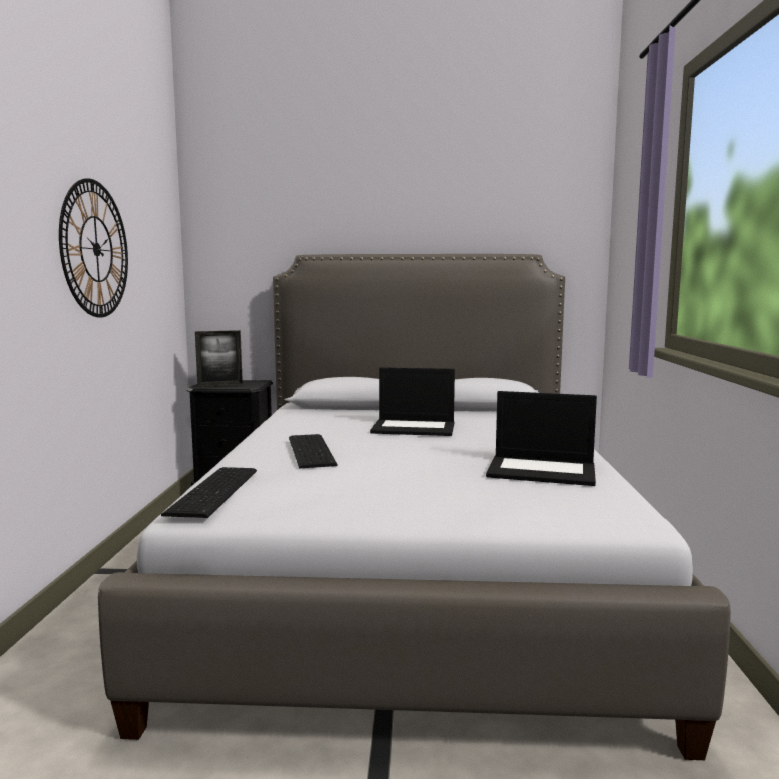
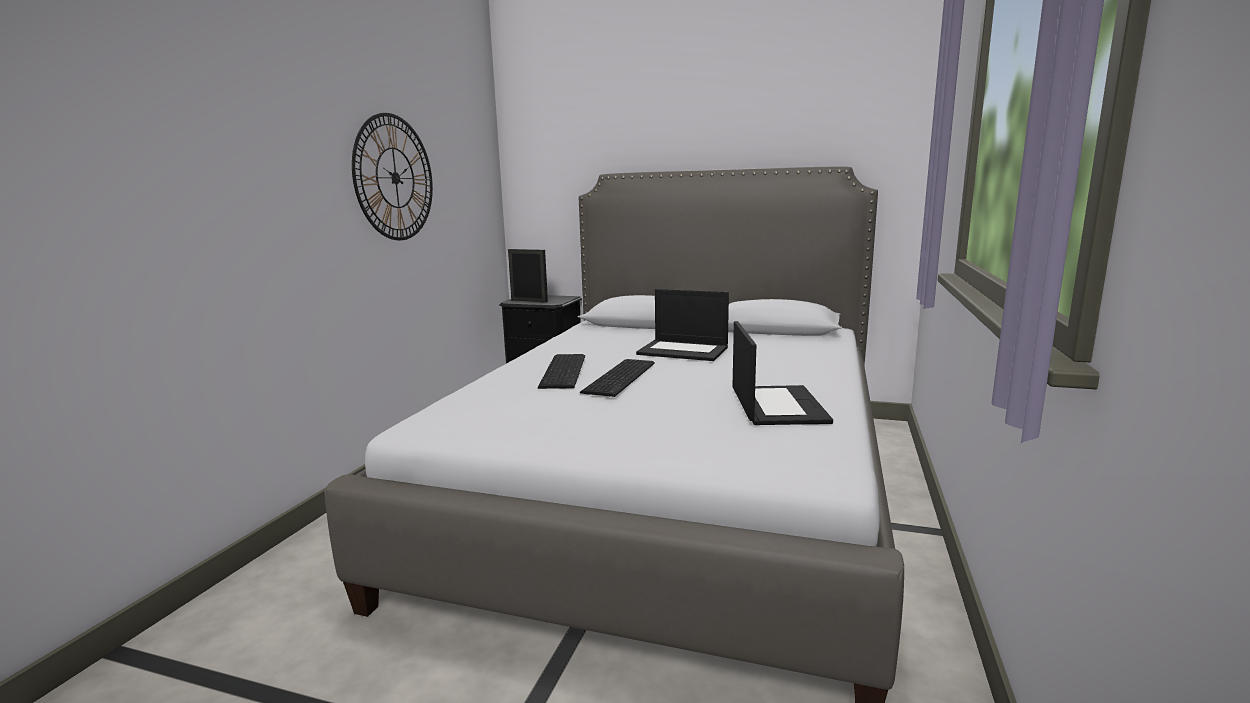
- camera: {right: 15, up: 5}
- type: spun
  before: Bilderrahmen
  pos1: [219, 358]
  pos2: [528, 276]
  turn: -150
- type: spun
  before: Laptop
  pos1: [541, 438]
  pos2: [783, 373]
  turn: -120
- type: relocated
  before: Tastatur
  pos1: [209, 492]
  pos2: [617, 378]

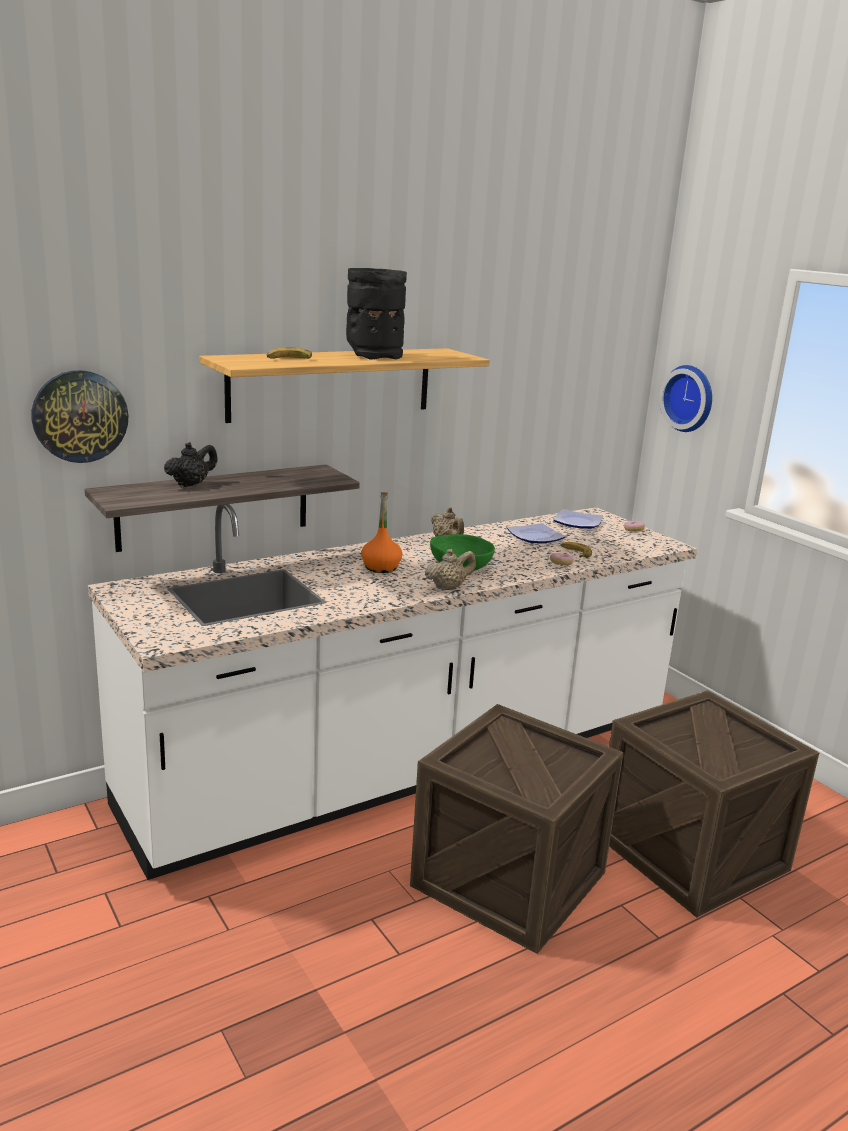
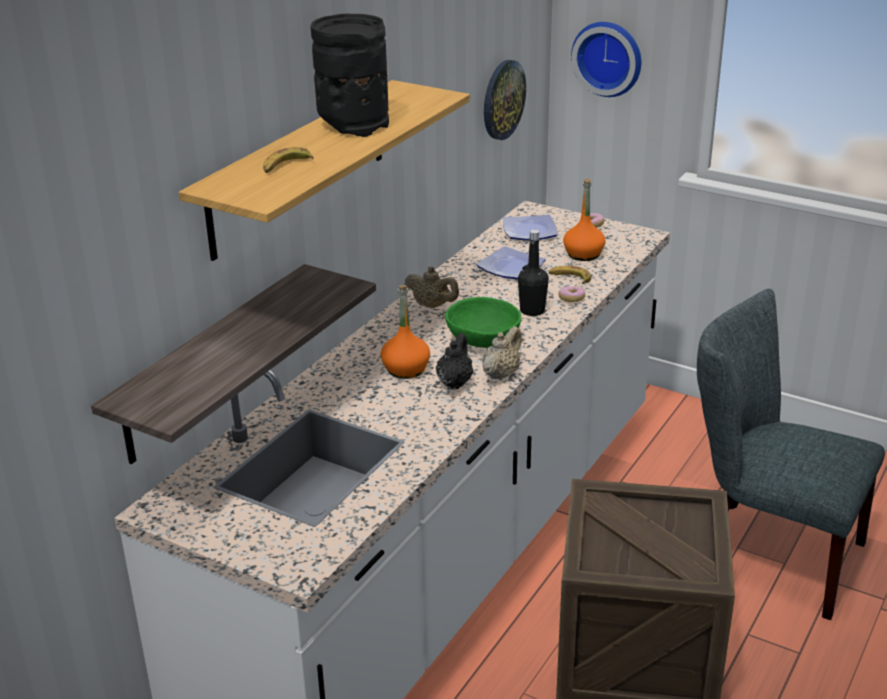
- camera: {right: -25, up: 10}
- type: relocated
  before: Wanduhr
  pos1: [79, 416]
  pos2: [505, 100]
- type: relocated
  before: Teekanne (schwarz)
  pos1: [191, 464]
  pos2: [454, 361]
- type: exchanged
  before: Kiste
  after: Stuhl (grau)
  pos1: [714, 804]
  pos2: [791, 454]
- type: appeared
  after: Flasche (orange)
  pos2: [584, 219]
- type: appeared
  after: Flasche (schwarz)
  pos2: [533, 272]

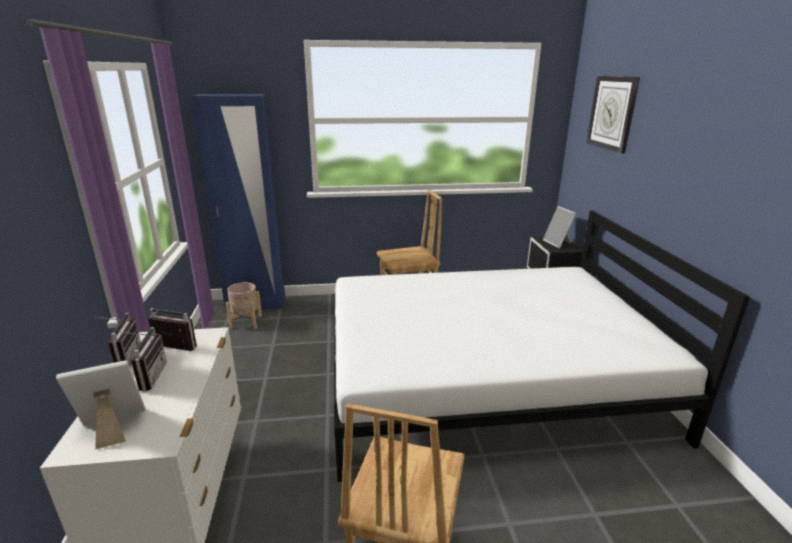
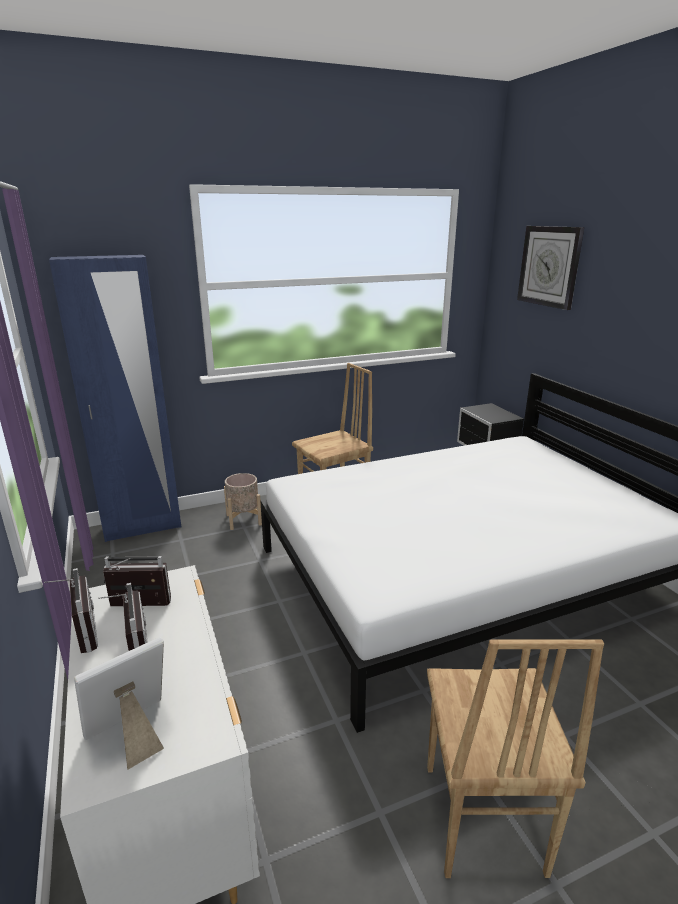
- camera: {right: -15, up: 0}
- type: missing
  before: Bilderrahmen
  pos1: [559, 227]
- type: relocated
  before: Pflanzkübel (beige)
  pos1: [244, 305]
  pos2: [243, 501]

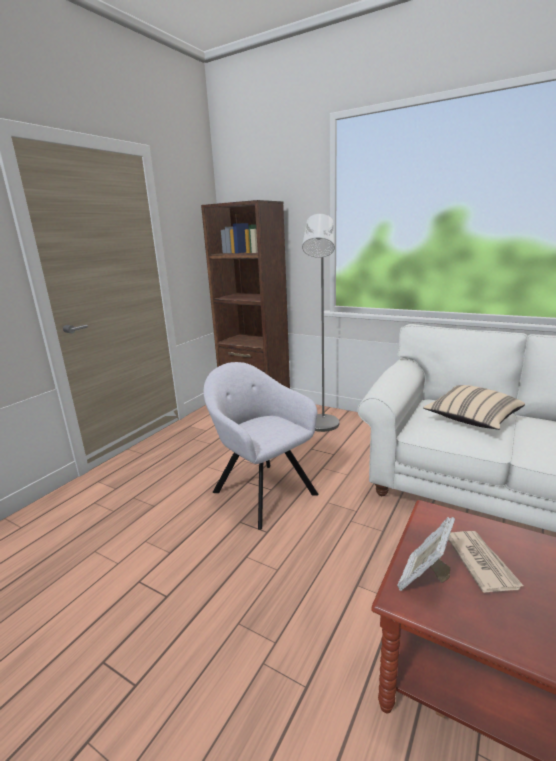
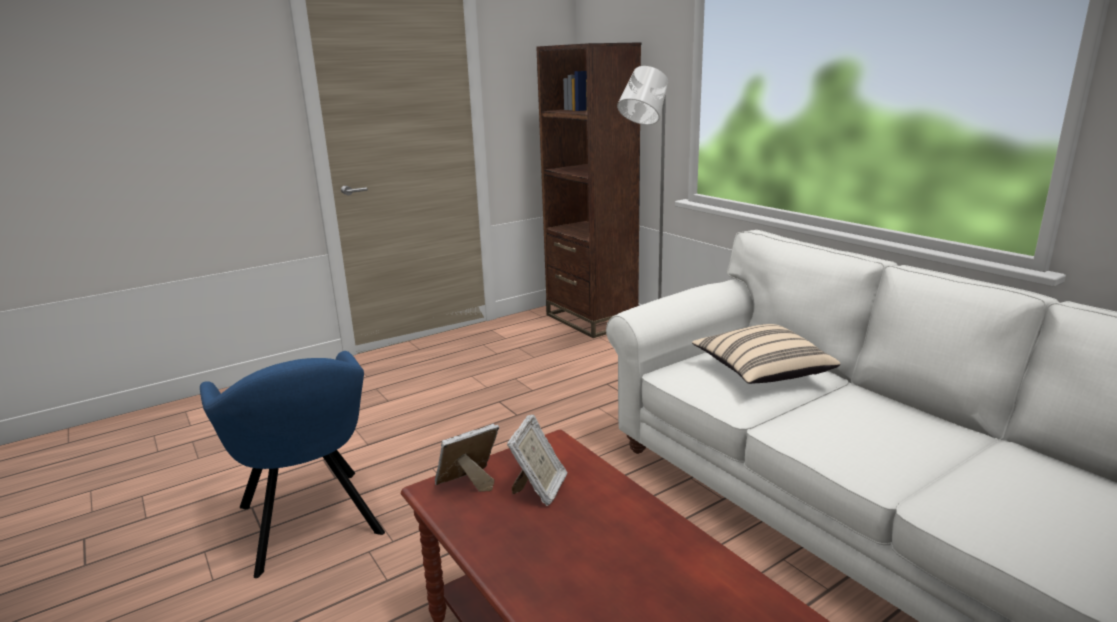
- camera: {right: 25, up: 0}
- type: missing
  before: Sessel (grau)
  pos1: [261, 446]
- type: exchanged
  before: Zeitung
  after: Bilderrahmen
  pos1: [485, 562]
  pos2: [537, 460]
- type: appeared
  after: Sessel (blau)
  pos2: [292, 464]

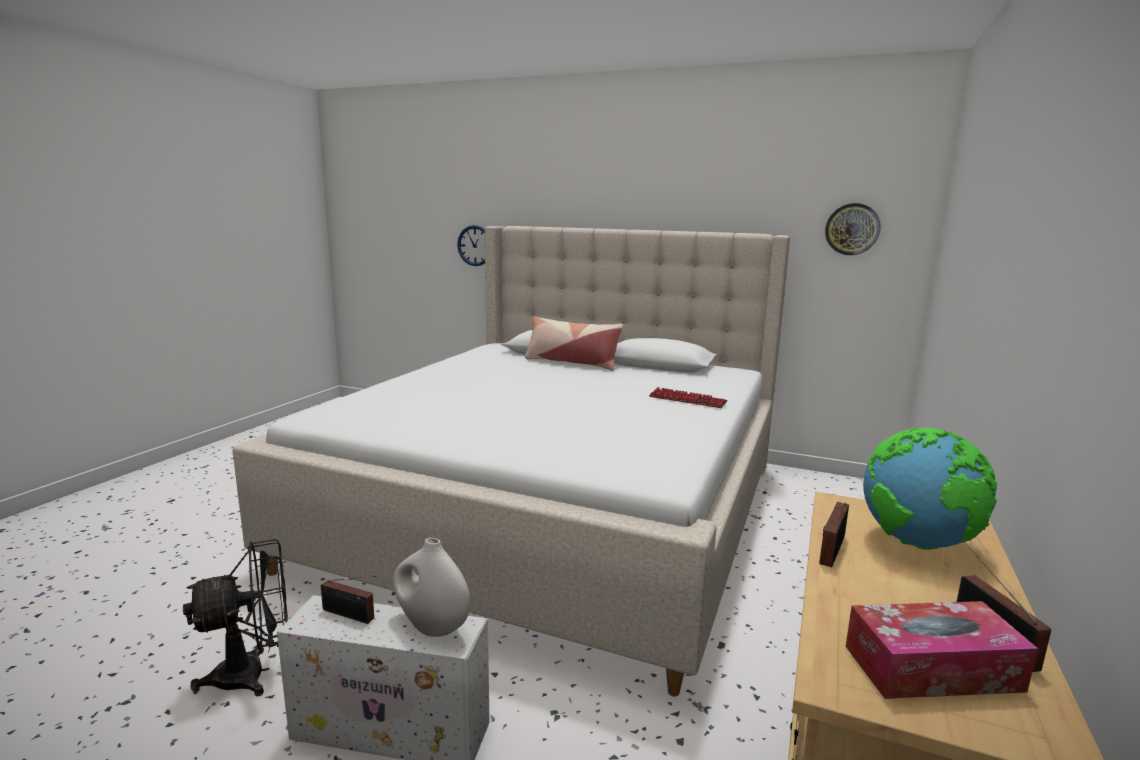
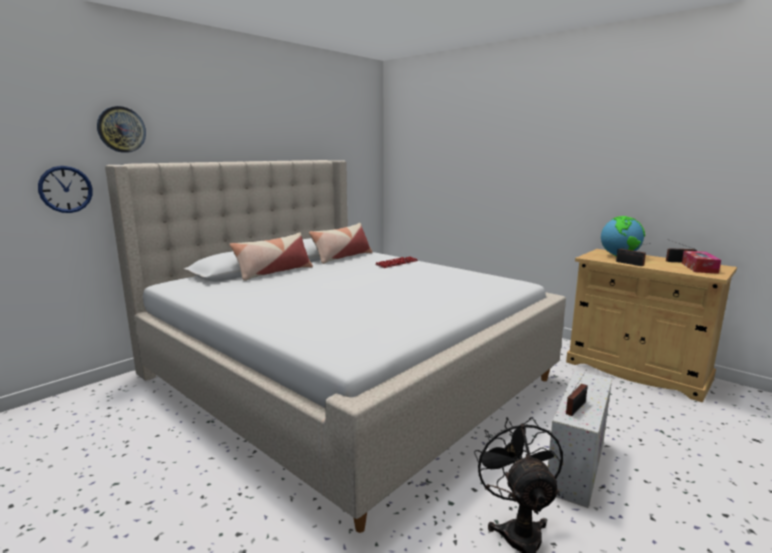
- camera: {right: -70, up: 0}
- type: relocated
  before: Wanduhr
  pos1: [853, 229]
  pos2: [121, 129]
- type: missing
  before: Vase (weiß)
  pos1: [431, 587]
- type: appeared
  after: Kissen
  pos2: [341, 243]

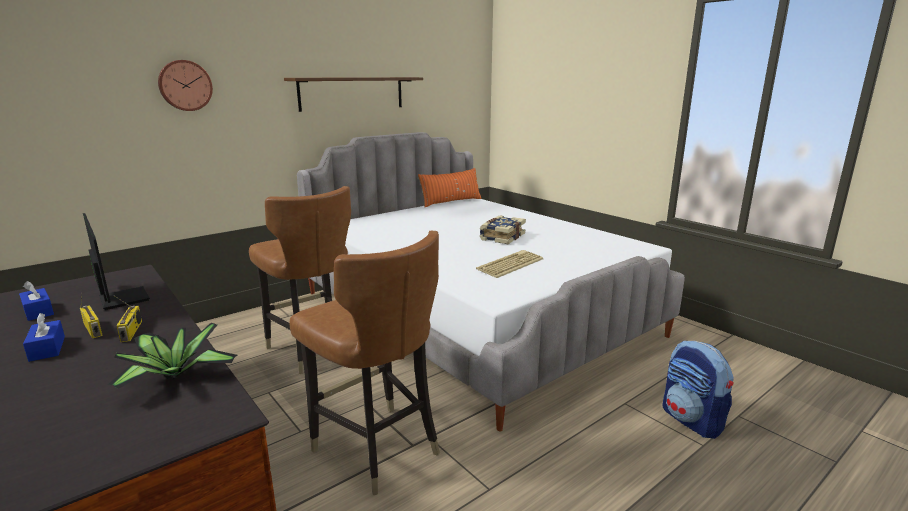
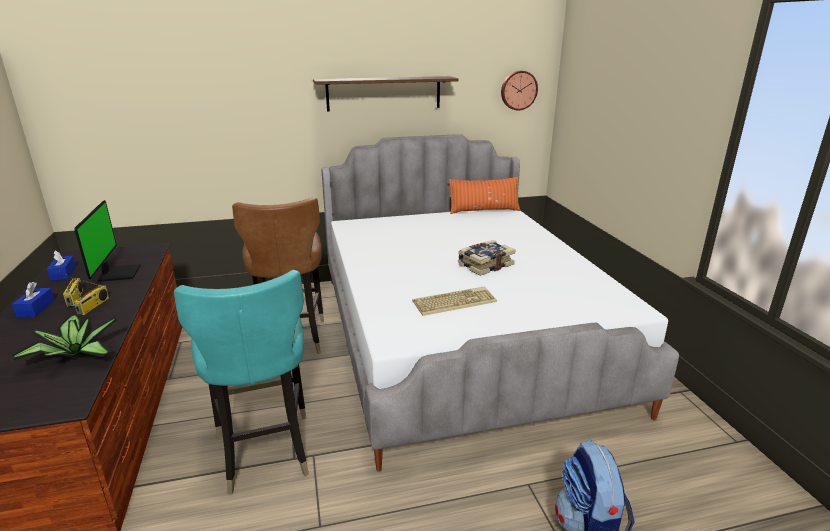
- camera: {right: 25, up: 5}
- type: relocated
  before: Wanduhr
  pos1: [185, 85]
  pos2: [519, 91]
- type: colour
  before: Stuhl (braun)
  after: Stuhl (türkis)
  pos1: [365, 362]
  pos2: [241, 382]

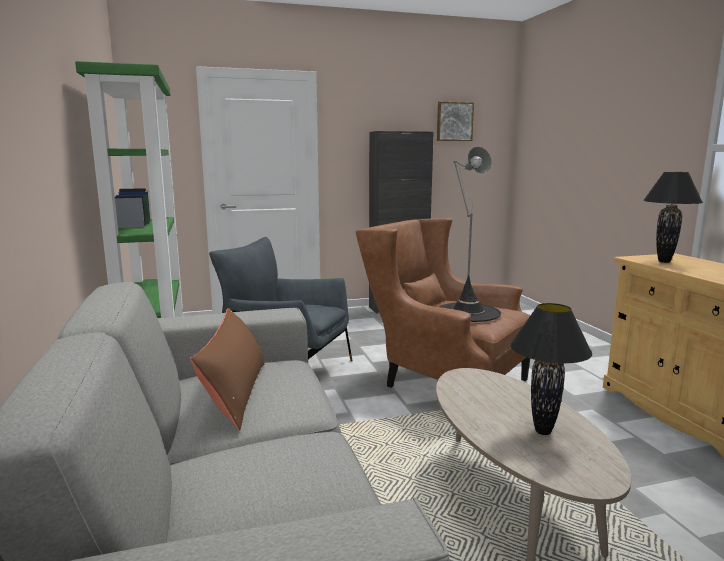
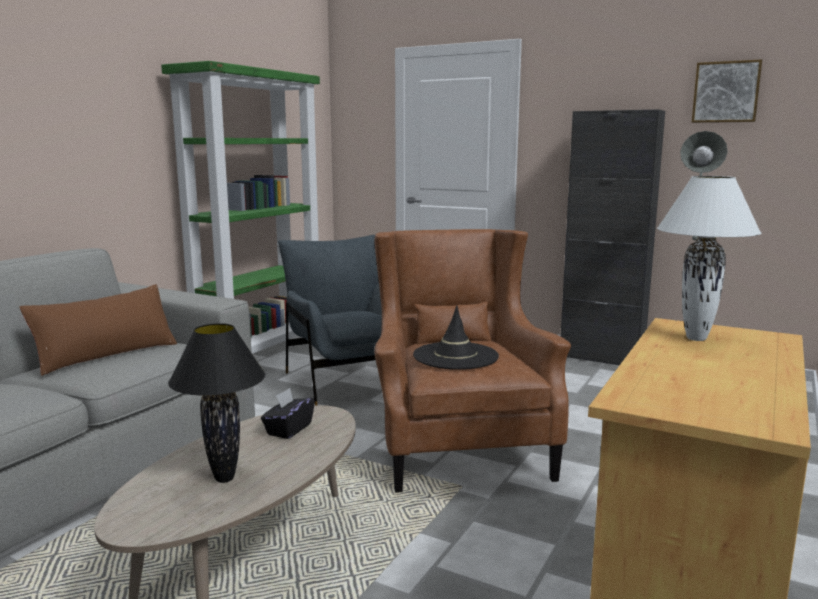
- camera: {right: 45, up: 0}
- type: colour
  before: Tischlampe (schwarz)
  after: Tischlampe (weiß)
  pos1: [673, 217]
  pos2: [709, 258]
- type: appeared
  after: Taschentuchbox (schwarz)
  pos2: [288, 413]

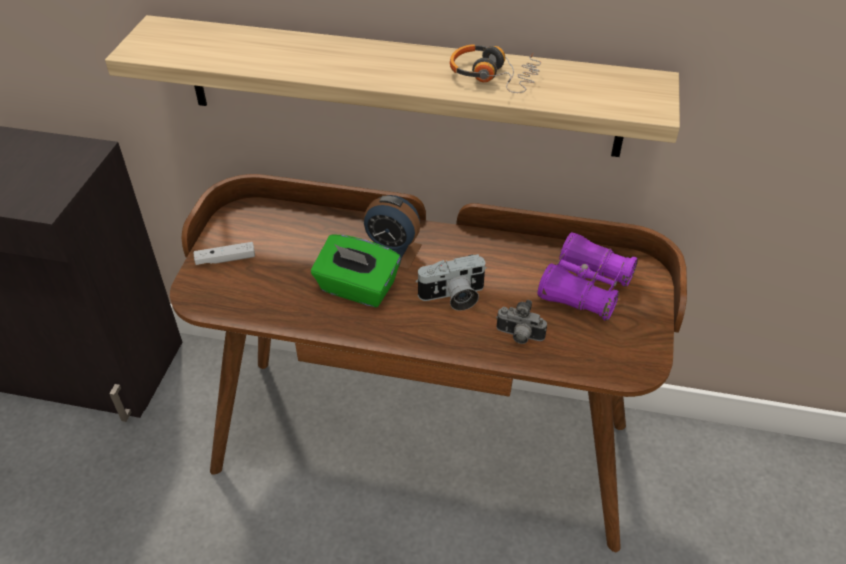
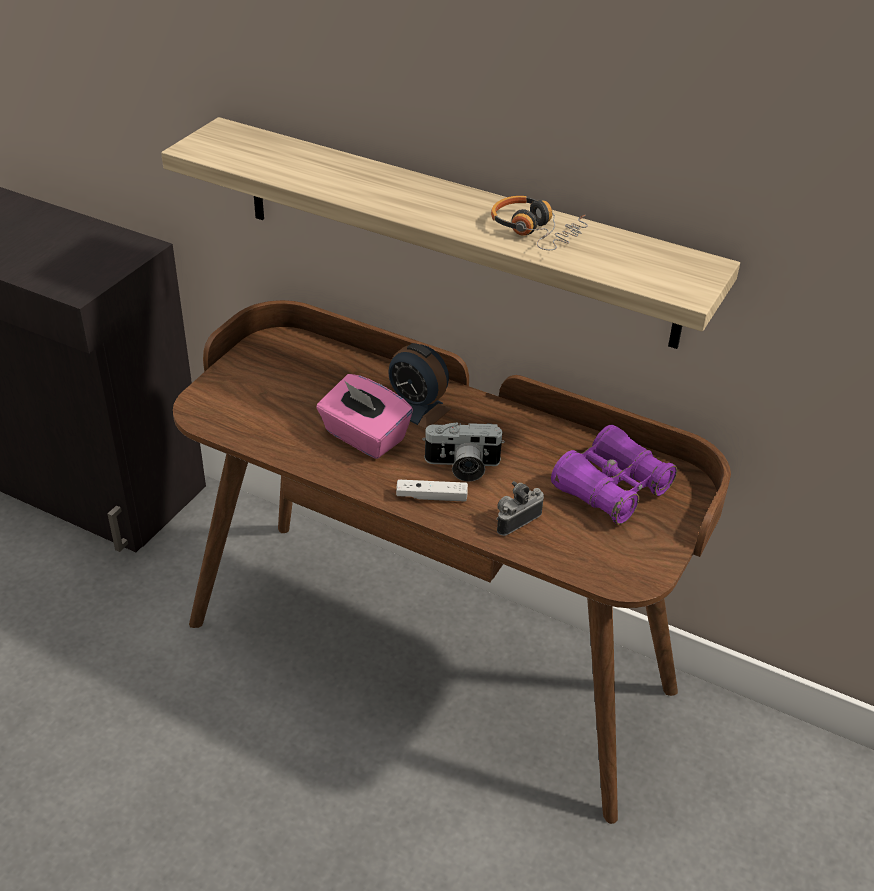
- camera: {right: 15, up: -5}
- type: colour
  before: Taschentuchbox (grün)
  after: Taschentuchbox (rosa)
  pos1: [356, 271]
  pos2: [364, 416]
- type: relocated
  before: Gamepad (weiß)
  pos1: [224, 253]
  pos2: [432, 490]
- type: spun
  before: Kamera
  pos1: [521, 322]
  pos2: [520, 508]
  turn: 105

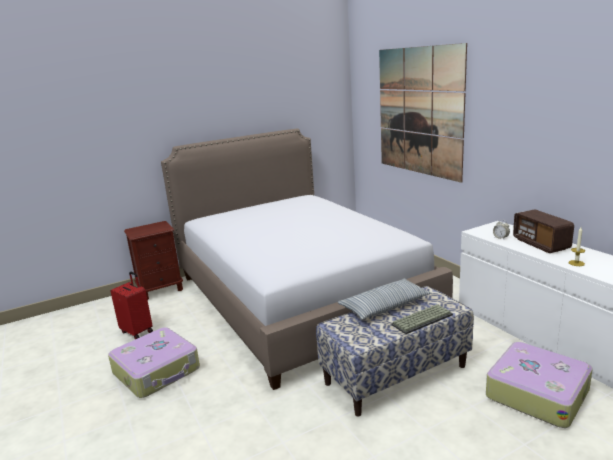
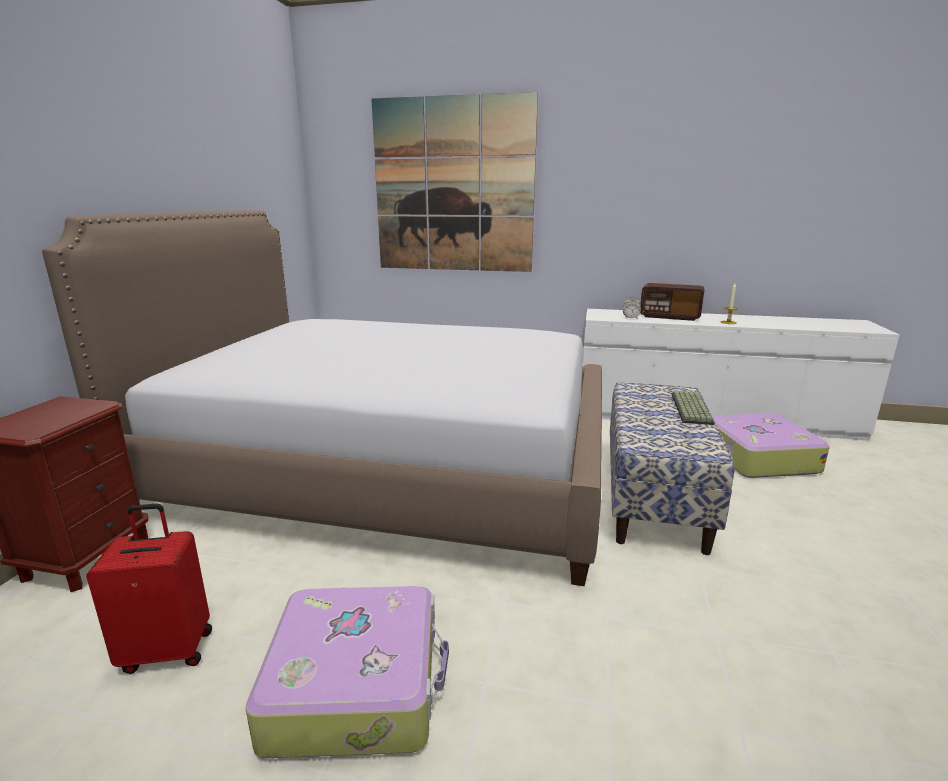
- camera: {right: -50, up: 0}
- type: missing
  before: Kissen
  pos1: [384, 299]

